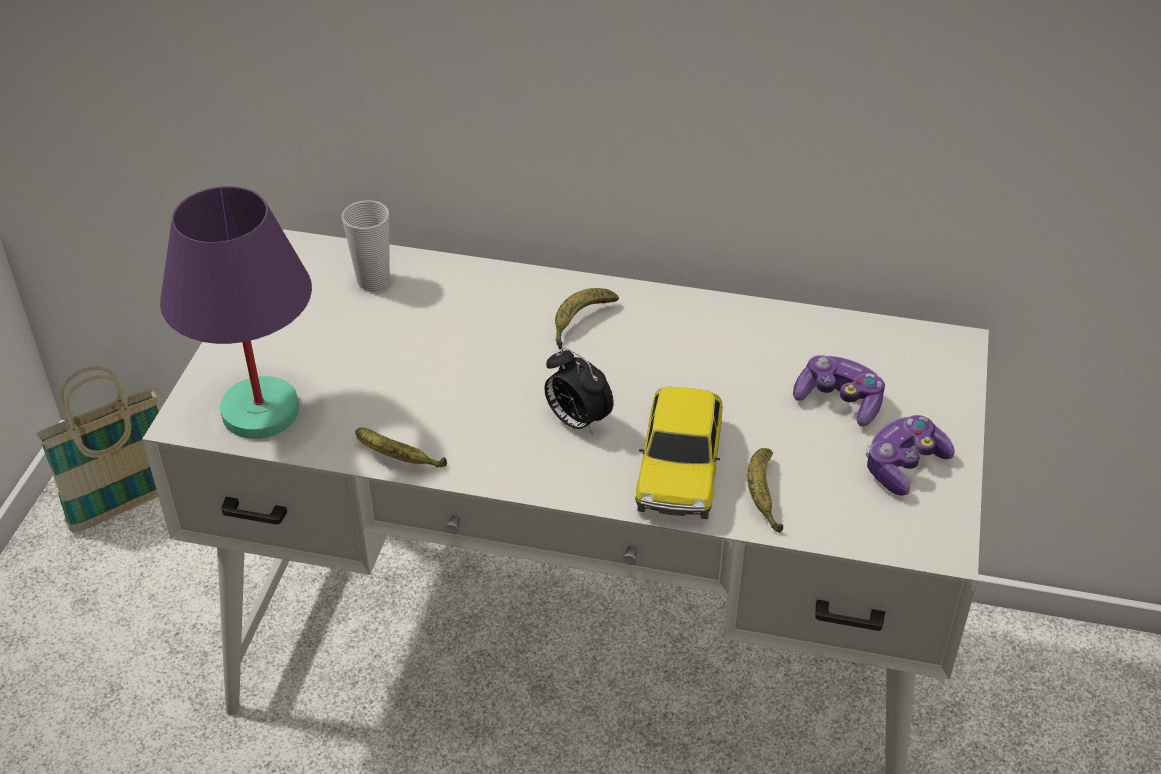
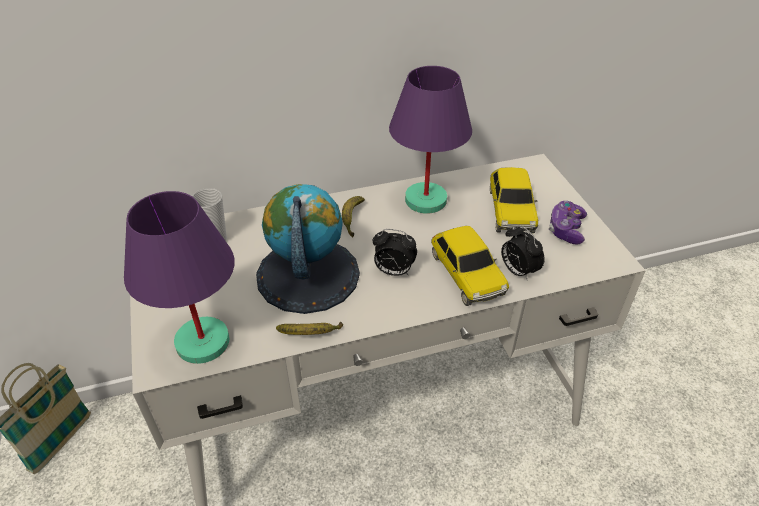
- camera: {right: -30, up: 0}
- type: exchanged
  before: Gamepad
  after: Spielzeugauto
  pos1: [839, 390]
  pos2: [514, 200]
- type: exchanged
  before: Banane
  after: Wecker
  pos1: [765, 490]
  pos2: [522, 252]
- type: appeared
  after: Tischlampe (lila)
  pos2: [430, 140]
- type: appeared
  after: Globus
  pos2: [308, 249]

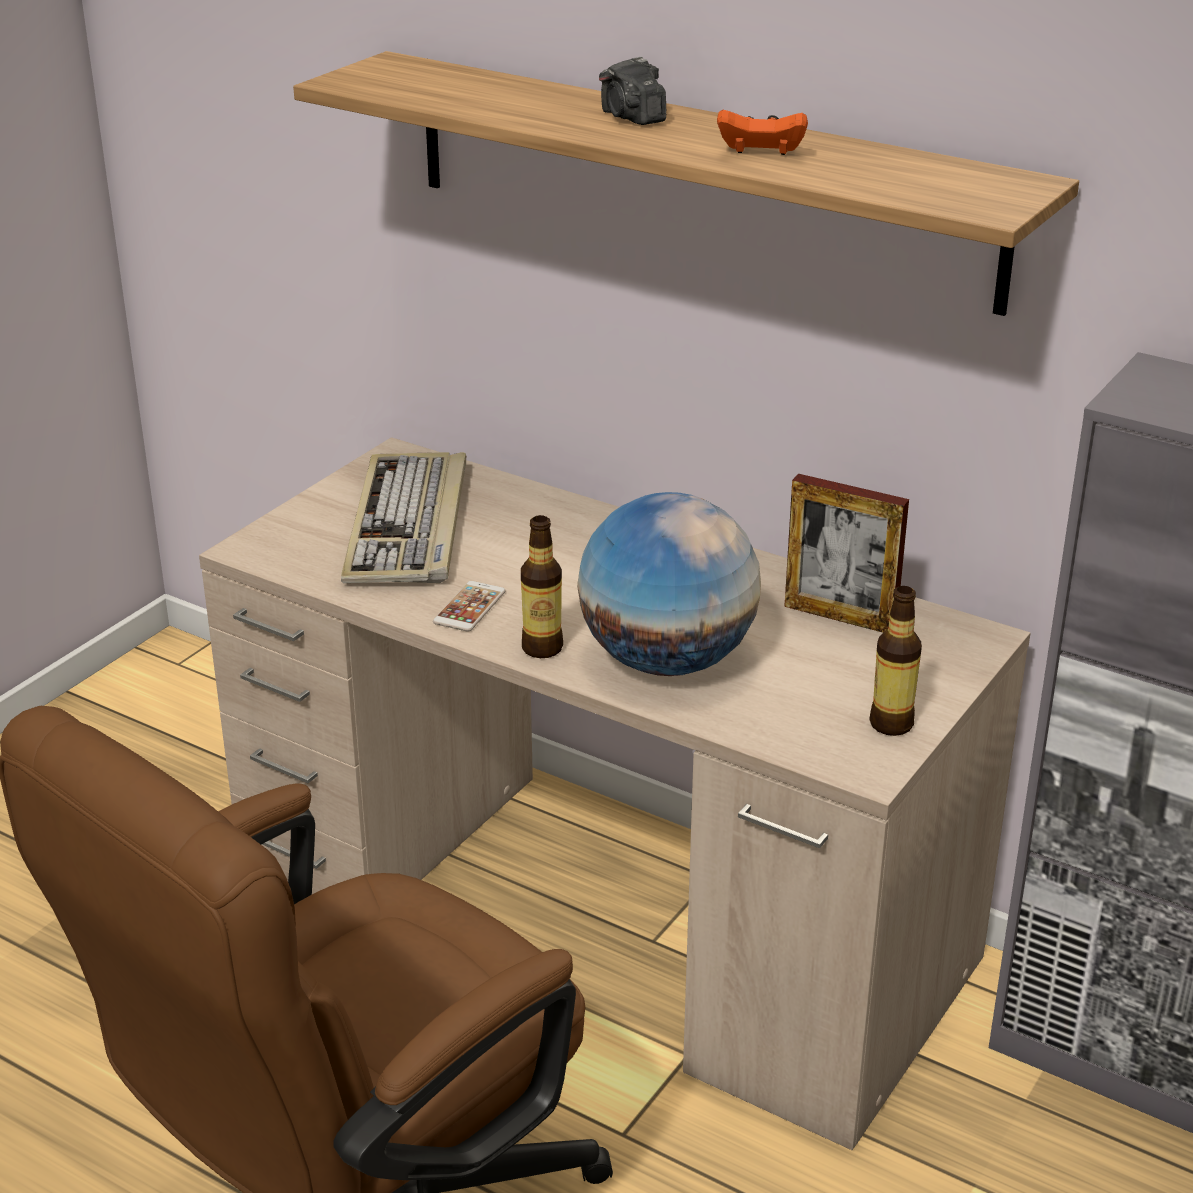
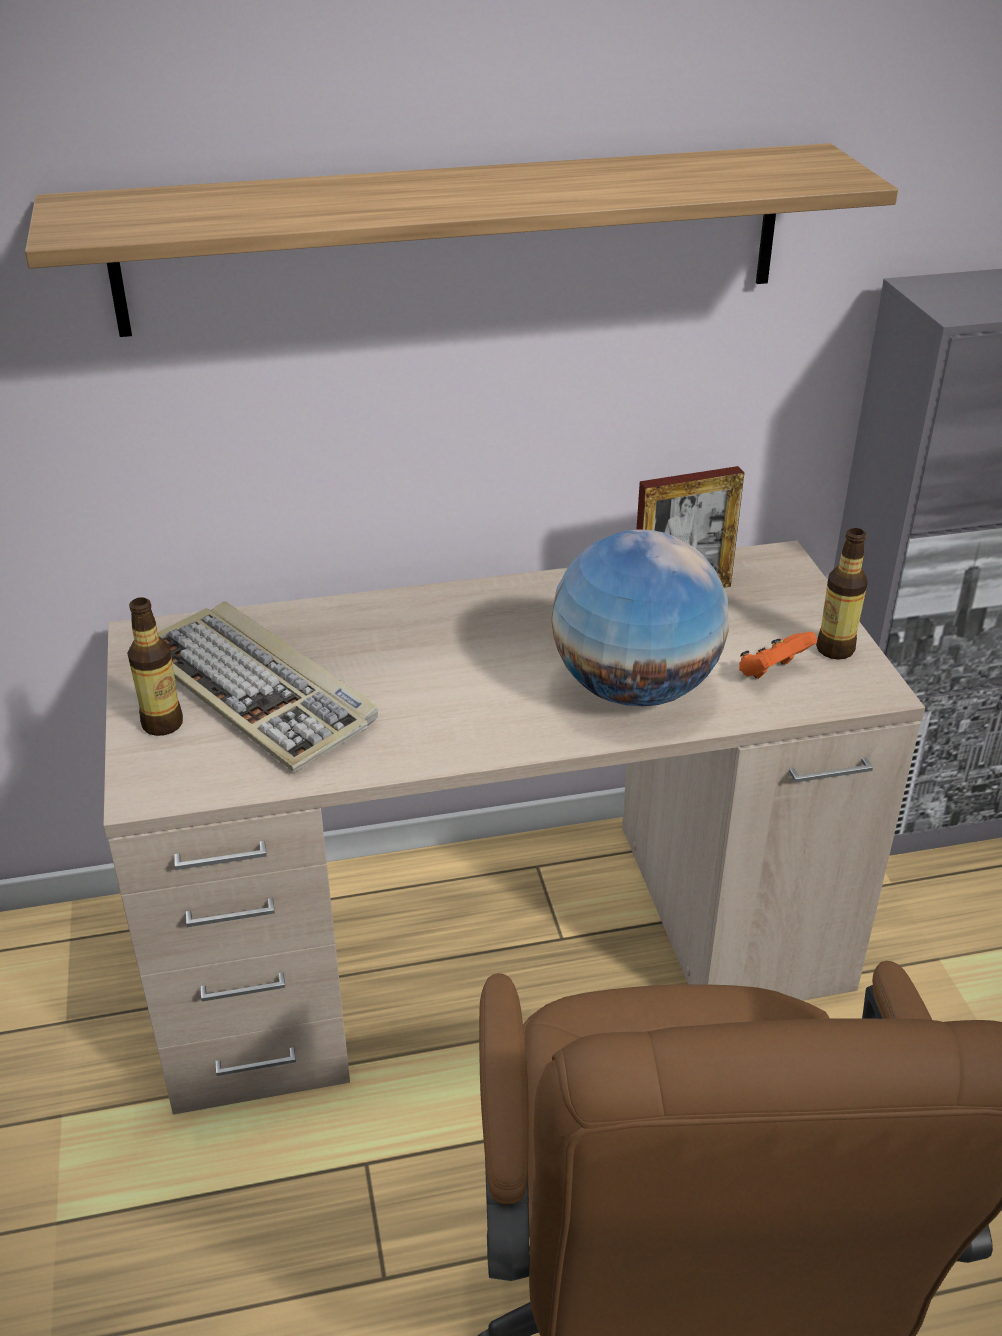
- camera: {right: -45, up: 5}
- type: missing
  before: Kamera
  pos1: [632, 90]
- type: relocated
  before: Gamepad (orange)
  pos1: [762, 132]
  pos2: [778, 655]
- type: relocated
  before: Flasche
  pos1: [542, 586]
  pos2: [155, 666]
- type: missing
  before: Handy
  pos1: [469, 606]

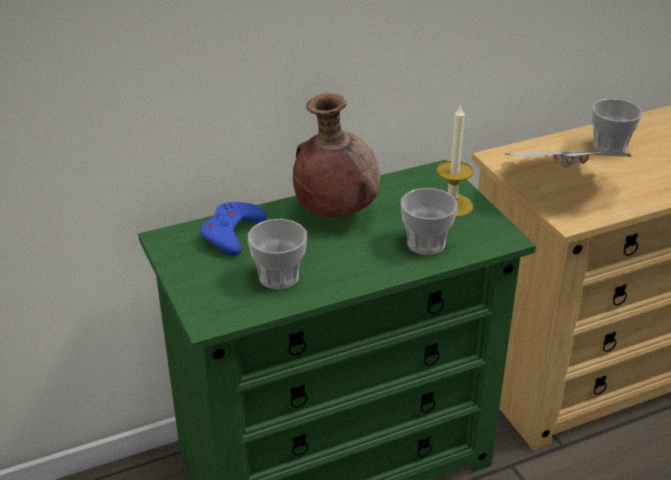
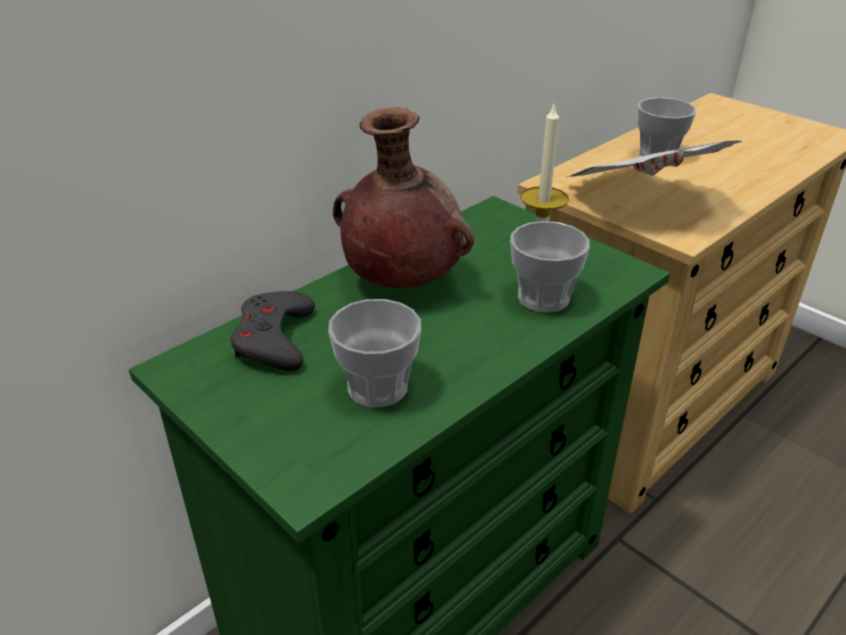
- camera: {right: -20, up: 0}
- type: colour
  before: Gamepad (blau)
  after: Gamepad (grau)
  pos1: [233, 229]
  pos2: [273, 331]

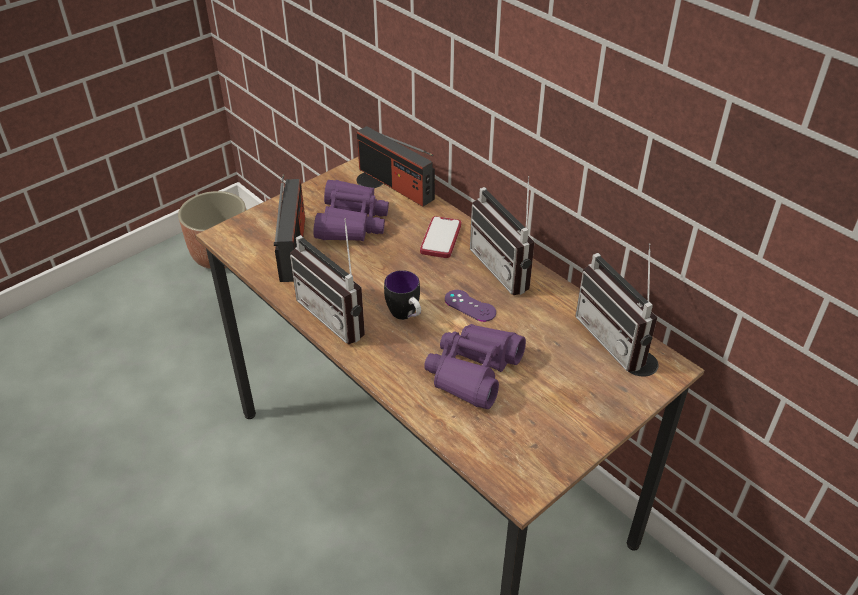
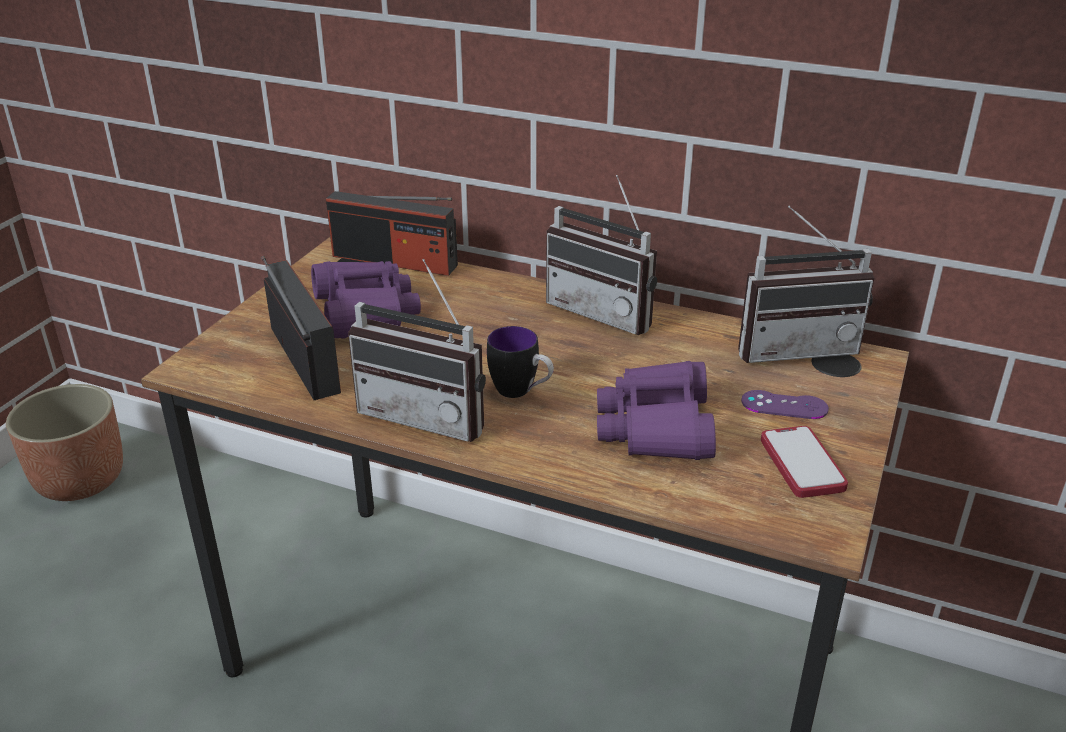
- camera: {right: -25, up: -10}
- type: relocated
  before: Handy
  pos1: [440, 237]
  pos2: [804, 462]
- type: spun
  before: Radio
  pos1: [616, 307]
  pos2: [806, 284]
  turn: -45
- type: relocated
  before: Gamepad (lila)
  pos1: [470, 306]
  pos2: [785, 404]

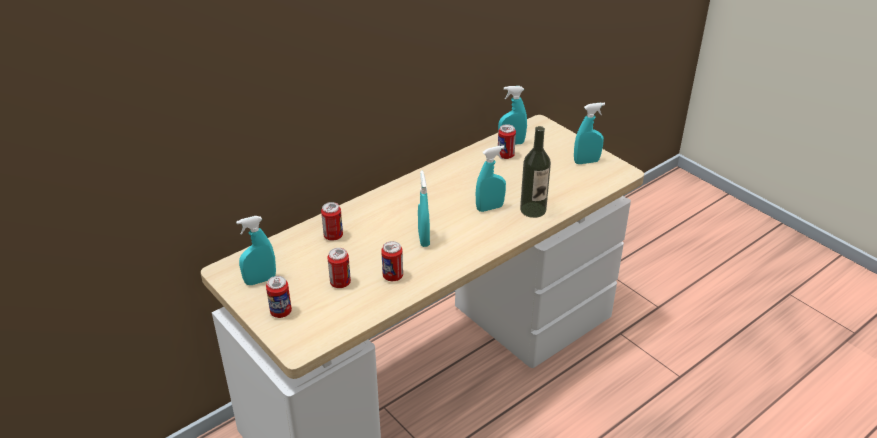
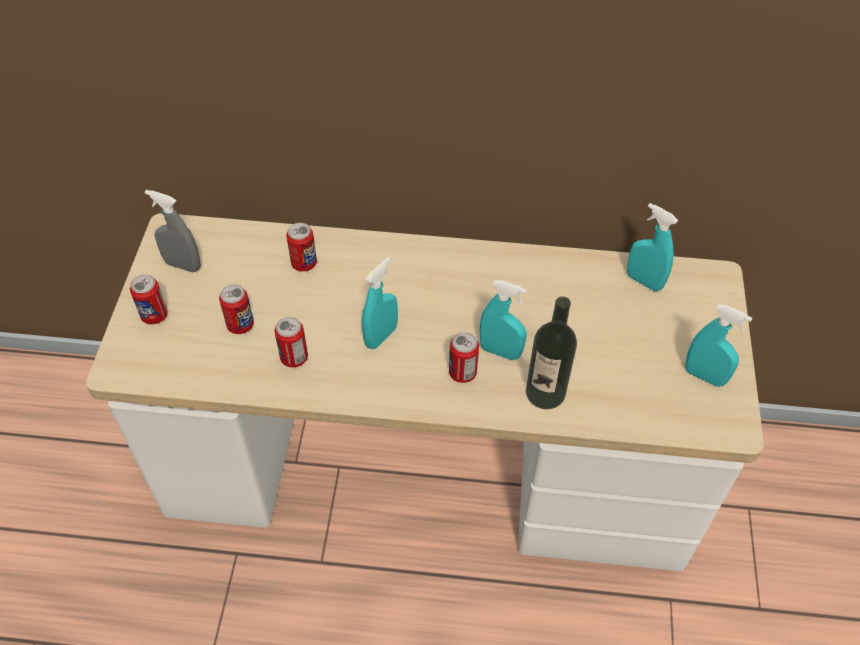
- camera: {right: 45, up: 15}
- type: relocated
  before: Dose
  pos1: [507, 141]
  pos2: [464, 357]
- type: colour
  before: Sprühflasche (türkis)
  after: Sprühflasche (grau)
  pos1: [256, 250]
  pos2: [173, 231]

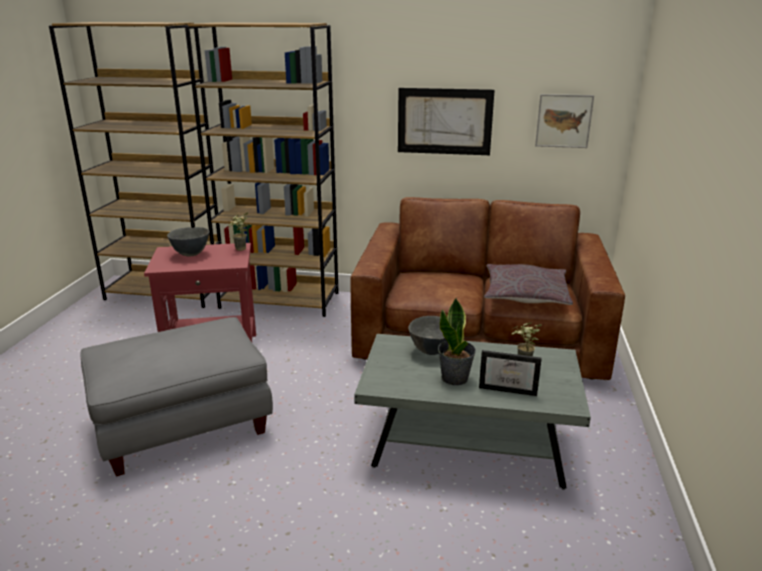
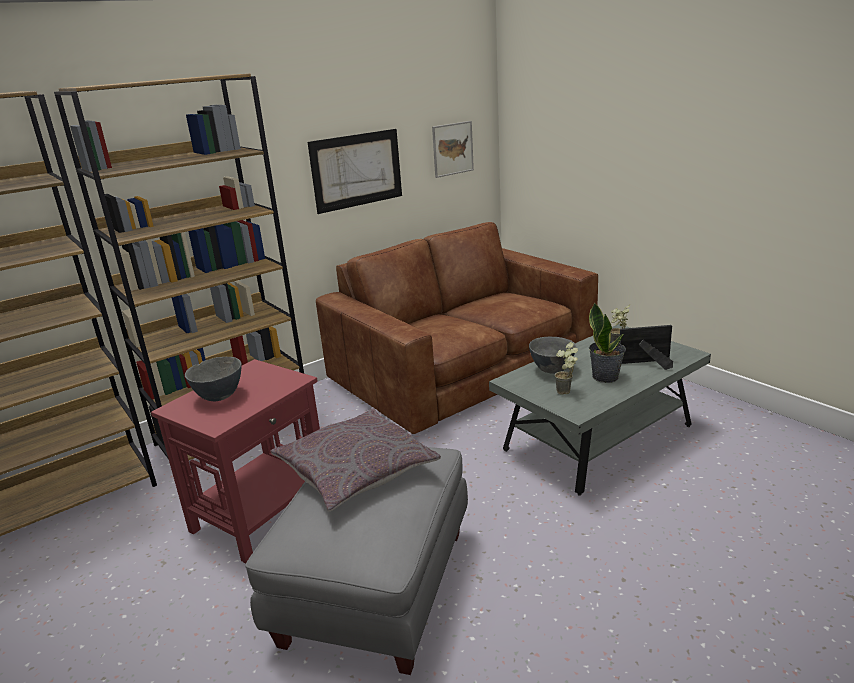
- camera: {right: -45, up: 0}
- type: relocated
  before: Topfpflanze
  pos1: [238, 232]
  pos2: [566, 368]
- type: relocated
  before: Kissen (grau)
  pos1: [528, 284]
  pos2: [356, 460]
- type: spun
  before: Bilderrahmen
  pos1: [510, 373]
  pos2: [646, 347]
  turn: -150

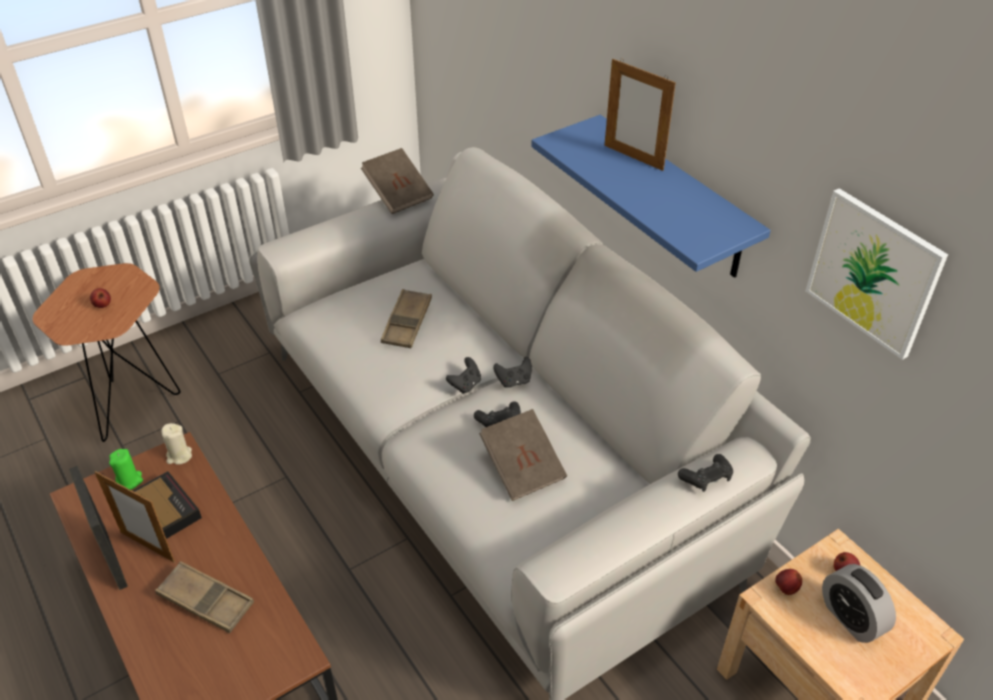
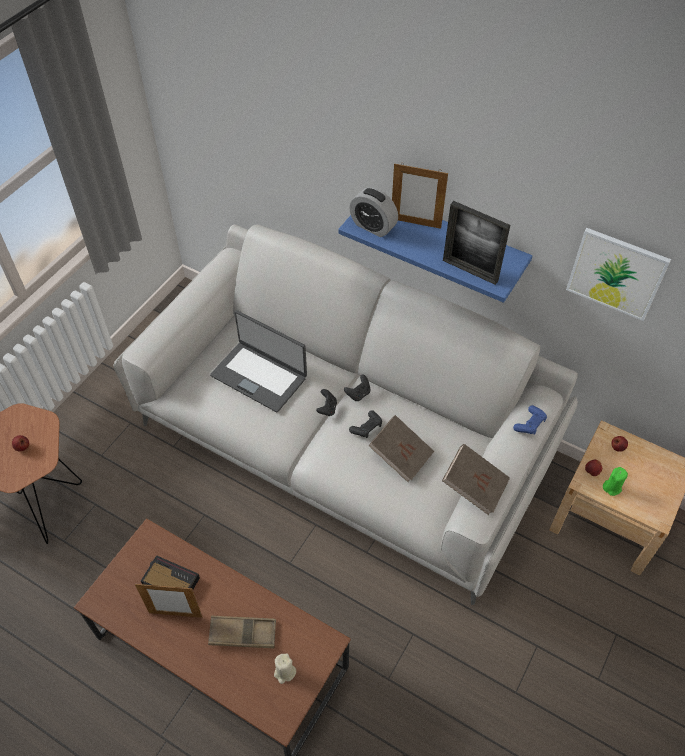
- camera: {right: -25, up: 10}
- type: relocated
  before: Buch (braun)
  pos1: [397, 181]
  pos2: [476, 479]
- type: exchanged
  before: Tablett (braun)
  after: Laptop
  pos1: [406, 318]
  pos2: [258, 361]
- type: relocated
  before: Kerze (beige)
  pos1: [176, 444]
  pos2: [285, 669]
- type: relocated
  before: Kerze (grün)
  pos1: [126, 469]
  pos2: [615, 481]
- type: colour
  before: Gamepad (schwarz)
  after: Gamepad (blau)
  pos1: [705, 473]
  pos2: [530, 420]
- type: relocated
  before: Bilderrahmen
  pos1: [98, 528]
  pos2: [476, 243]
- type: relocated
  before: Wecker
  pos1: [859, 603]
  pos2: [373, 212]

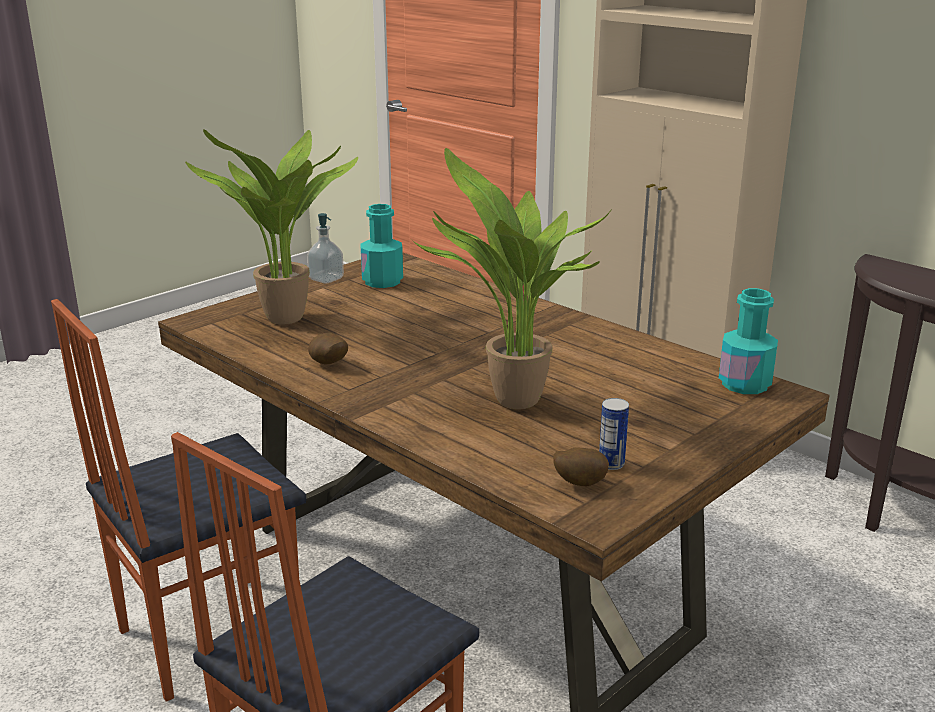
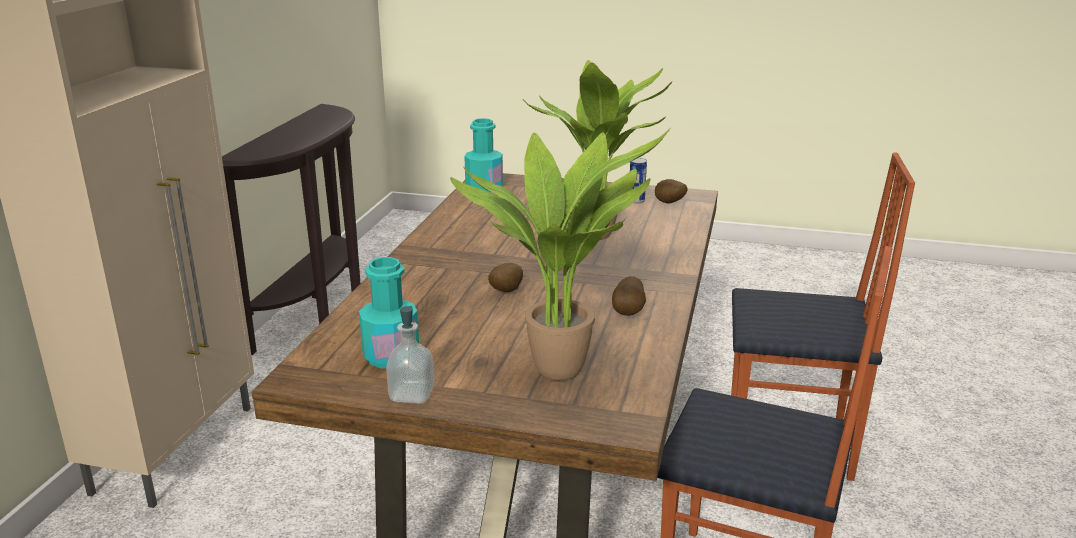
- camera: {right: -120, up: 0}
- type: appeared
  after: Kartoffel
  pos2: [505, 277]

